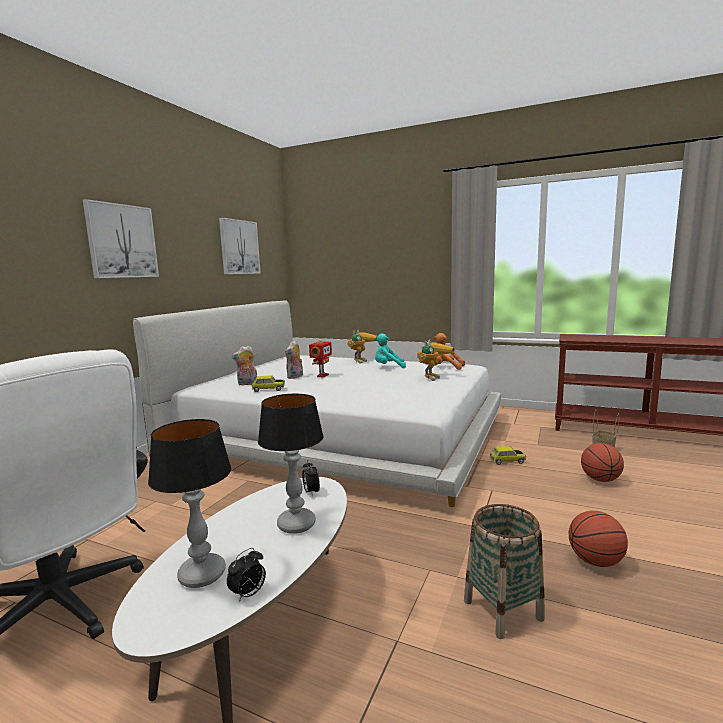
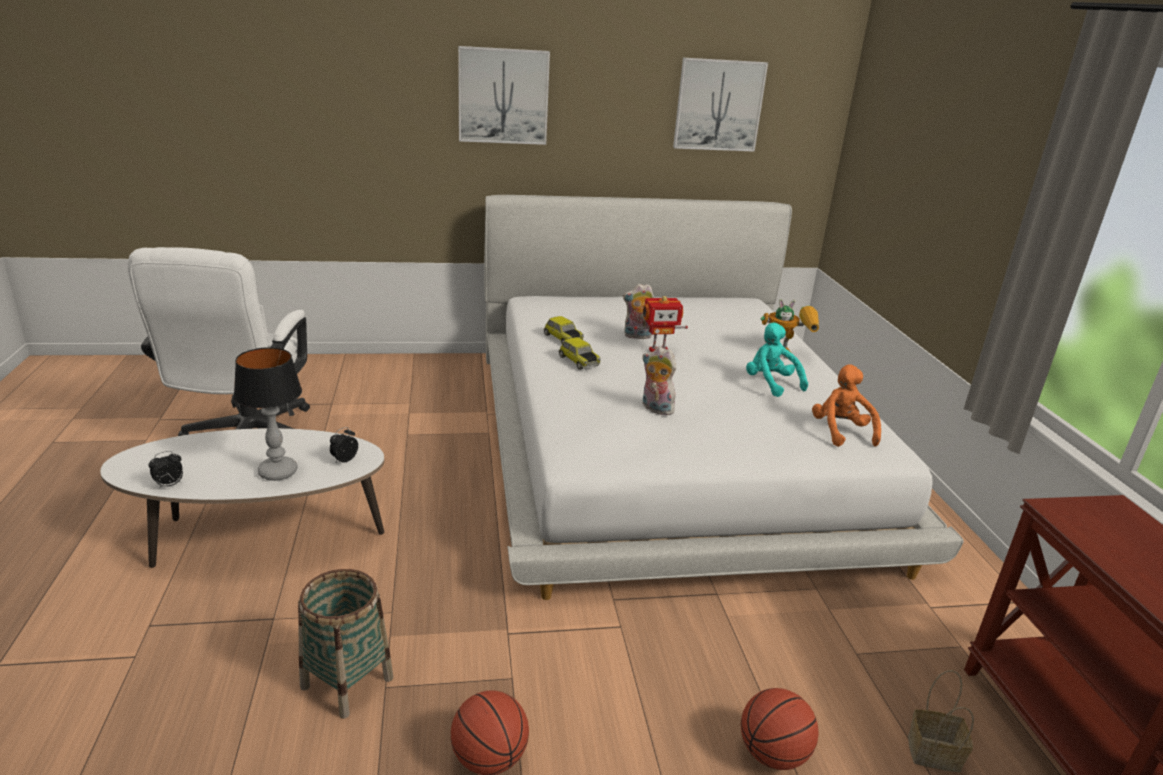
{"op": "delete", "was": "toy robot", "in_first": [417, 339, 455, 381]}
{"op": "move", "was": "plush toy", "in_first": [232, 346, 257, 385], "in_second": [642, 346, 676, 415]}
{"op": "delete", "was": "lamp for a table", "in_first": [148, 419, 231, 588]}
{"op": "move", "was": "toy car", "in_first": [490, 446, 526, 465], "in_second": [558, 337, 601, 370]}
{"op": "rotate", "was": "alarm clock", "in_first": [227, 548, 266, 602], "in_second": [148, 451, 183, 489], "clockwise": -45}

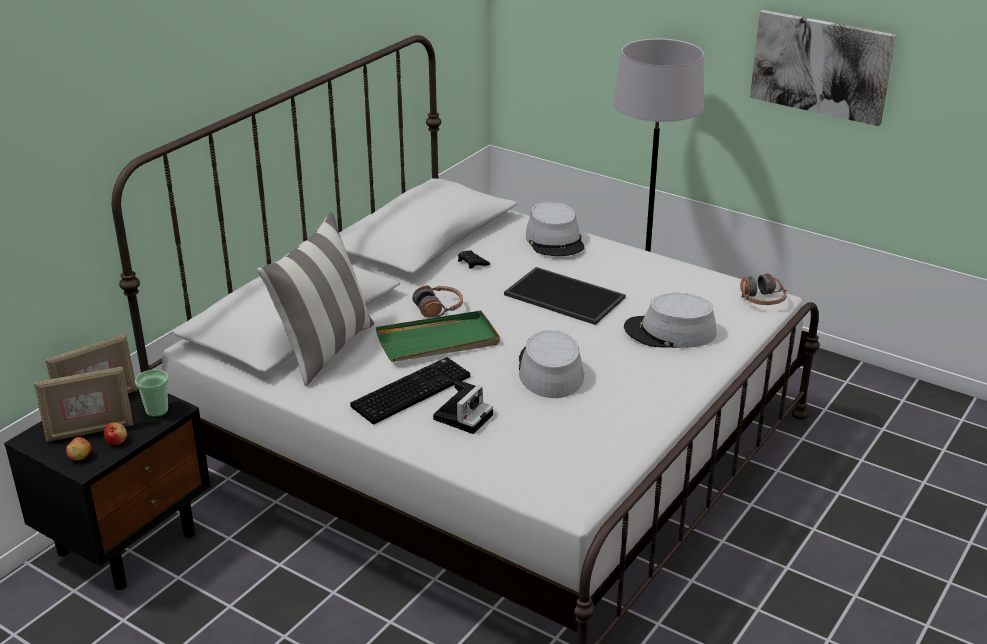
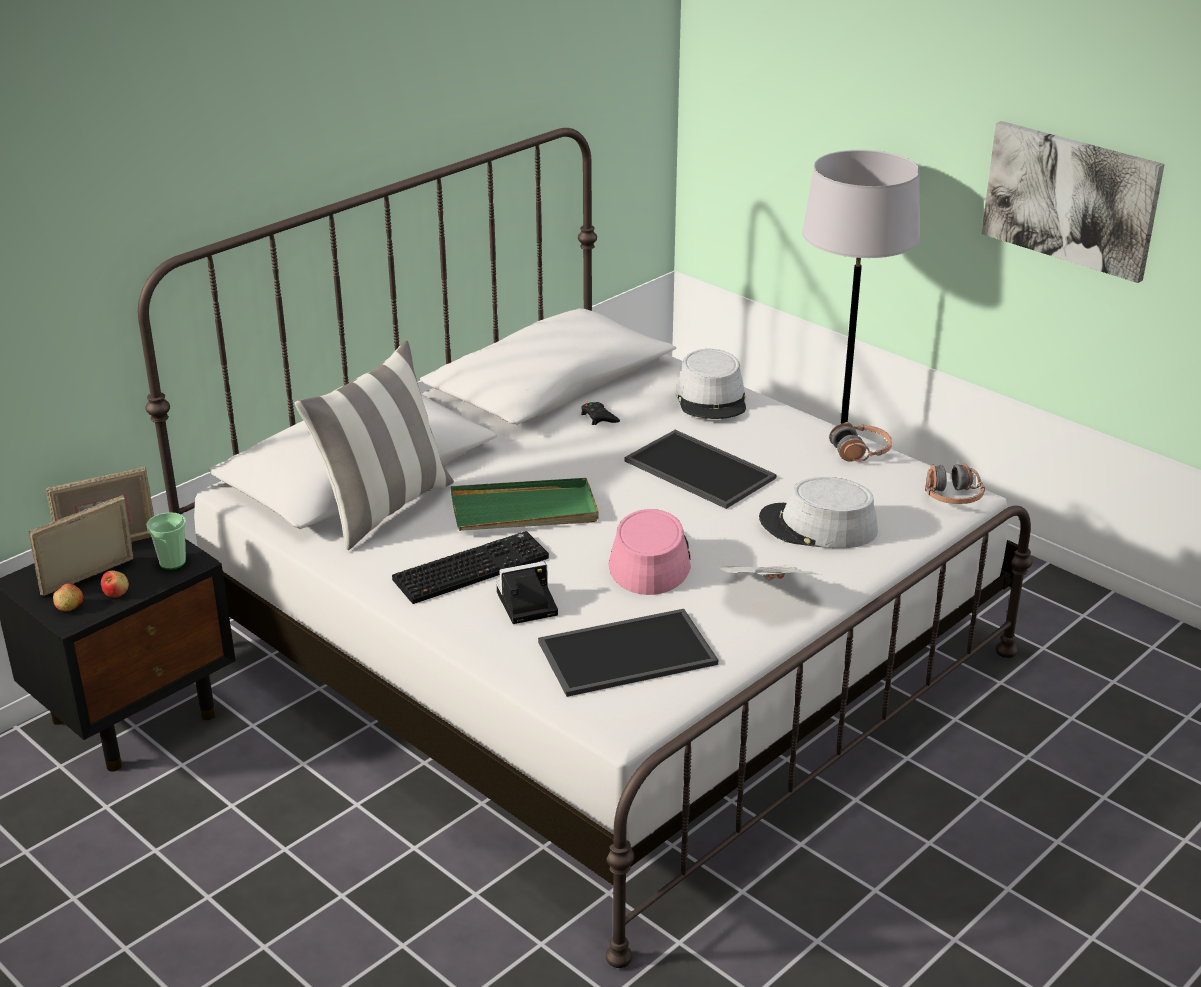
{"op": "move", "was": "pair of headphones", "in_first": [412, 285, 463, 317], "in_second": [829, 422, 892, 462]}
{"op": "recolor", "was": "grey hat", "now": "pink hat", "in_first": [519, 330, 584, 398], "in_second": [608, 509, 691, 595]}
{"op": "rotate", "was": "standing frame", "in_first": [34, 366, 133, 442], "in_second": [28, 495, 133, 596], "clockwise": 150}
{"op": "rotate", "was": "still camera", "in_first": [433, 380, 493, 434], "in_second": [496, 561, 558, 624], "clockwise": -150}
{"op": "insert", "now": "newspaper", "in_second": [718, 565, 821, 581]}
{"op": "insert", "now": "serving tray", "in_second": [538, 609, 718, 697]}

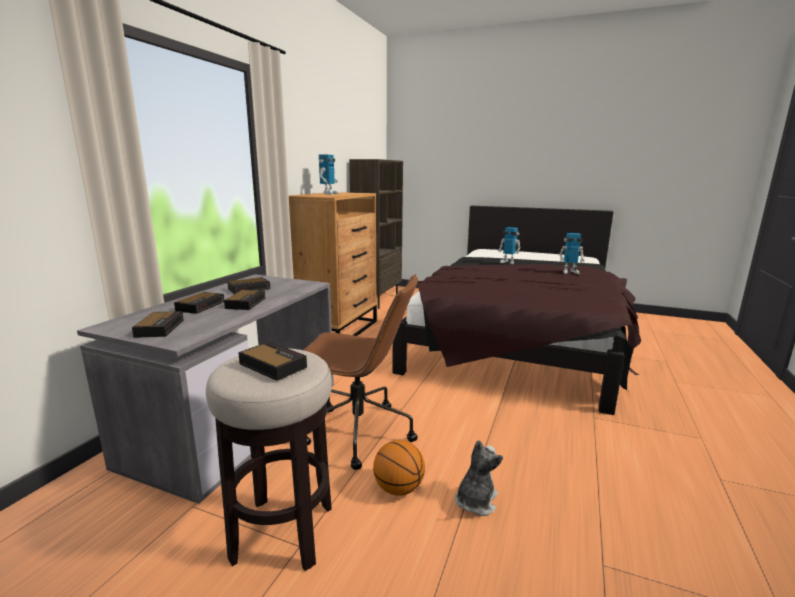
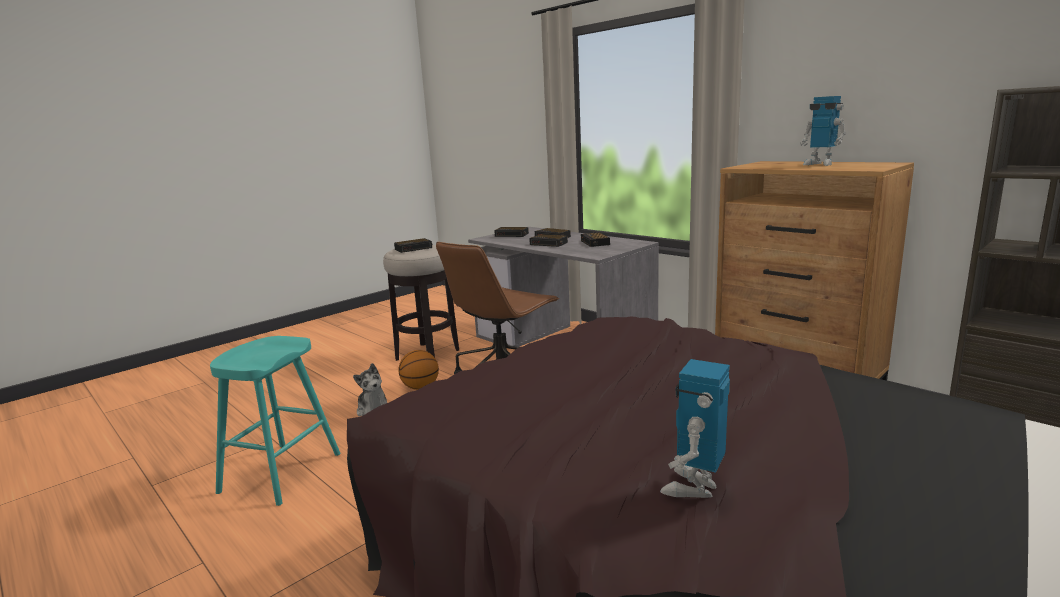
{"op": "delete", "was": "toy robot", "in_first": [498, 227, 521, 264]}
{"op": "insert", "now": "blue-green stool seat", "in_second": [210, 336, 340, 506]}

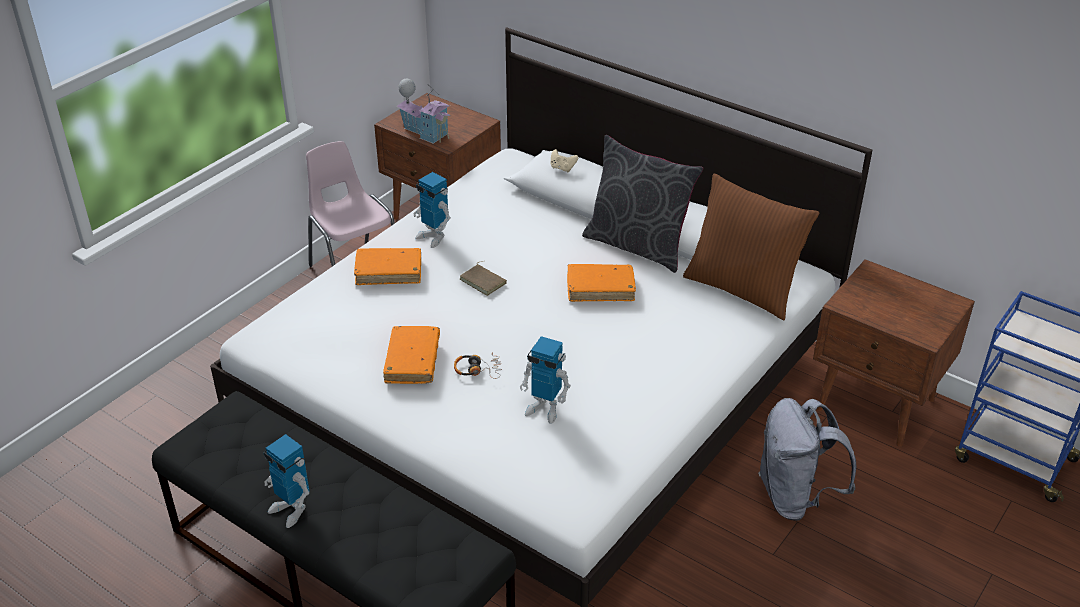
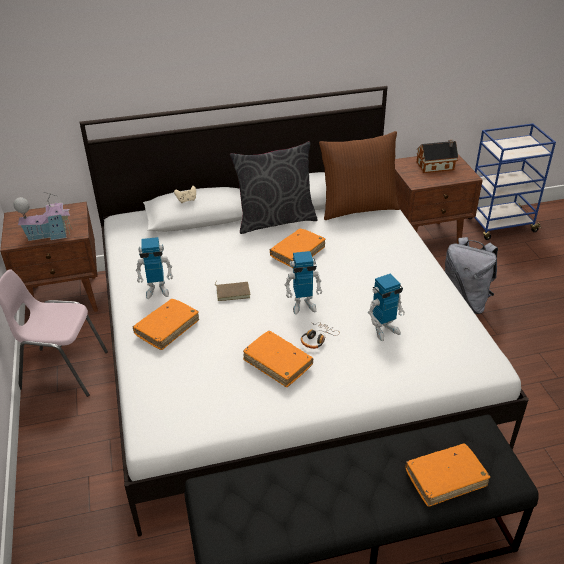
{"op": "move", "was": "toy robot", "in_first": [263, 434, 310, 528], "in_second": [285, 251, 323, 315]}
{"op": "insert", "now": "toy house", "in_second": [416, 140, 459, 173]}
{"op": "insert", "now": "orange bound book", "in_second": [405, 444, 490, 507]}

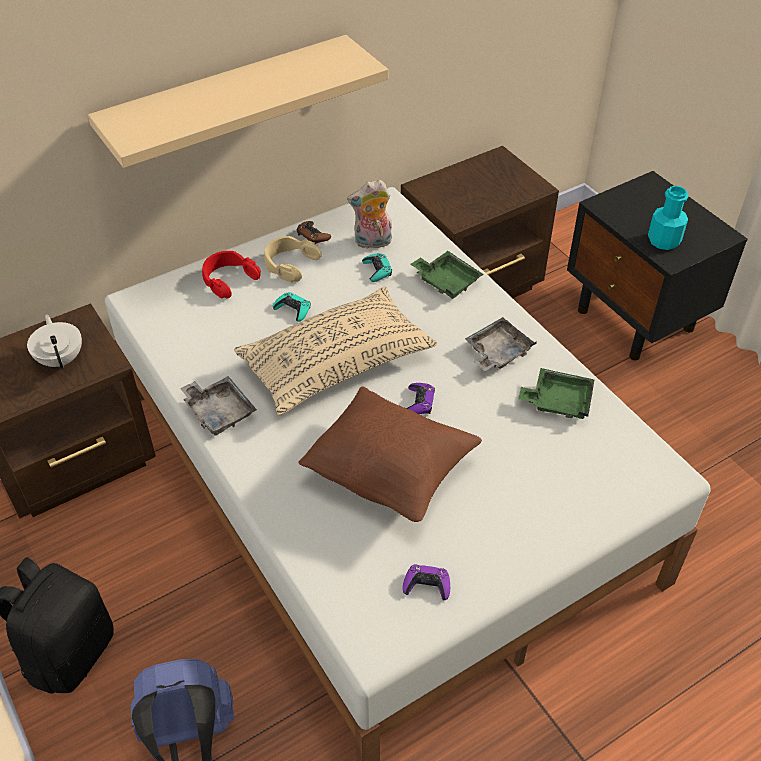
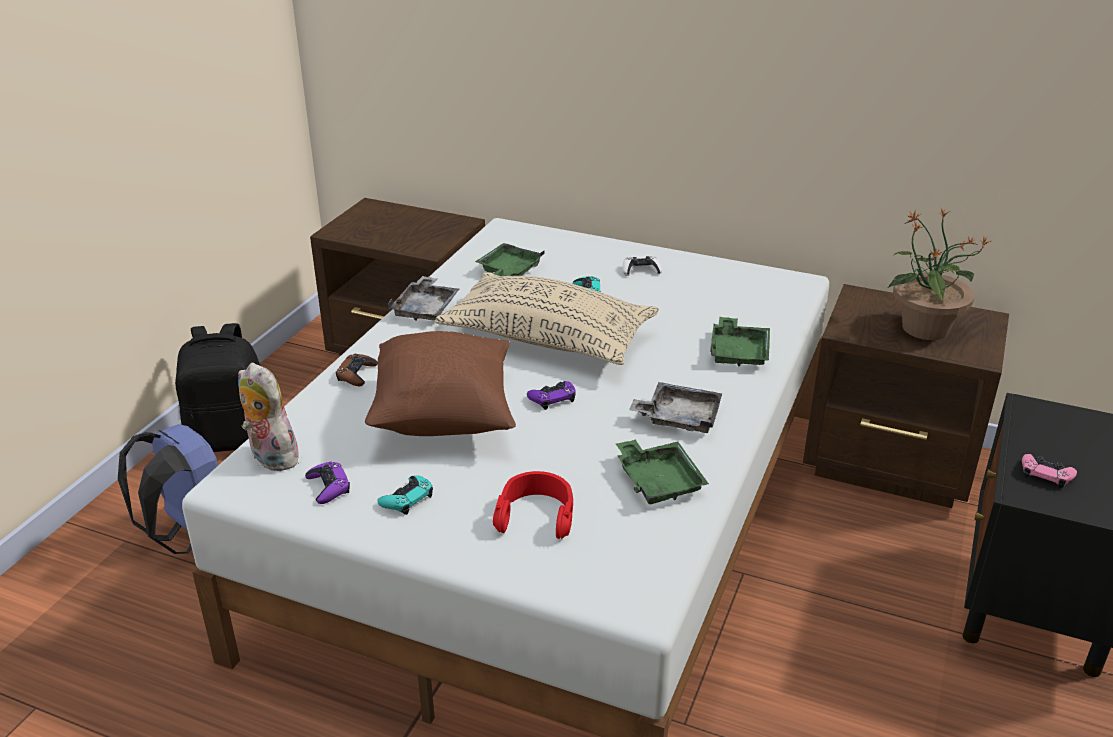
{"op": "delete", "was": "beige-coloured wall shelf", "in_first": [88, 35, 388, 168]}
{"op": "move", "was": "plush toy", "in_first": [347, 180, 392, 249], "in_second": [238, 363, 304, 471]}
{"op": "replace", "was": "blue-green drink bottle", "now": "pink gamepad", "in_first": [648, 186, 689, 250], "in_second": [1022, 454, 1077, 489]}
{"op": "move", "was": "brown gamepad", "in_first": [297, 221, 331, 244], "in_second": [336, 353, 378, 386]}
{"op": "replace", "was": "beige-coloured pair of headphones", "now": "white gamepad", "in_first": [264, 236, 322, 283], "in_second": [623, 256, 662, 276]}
{"op": "move", "was": "reddish pair of headphones", "in_first": [202, 251, 261, 299], "in_second": [493, 471, 573, 539]}
{"op": "move", "was": "blue-green gamepad", "in_first": [362, 253, 392, 282], "in_second": [377, 475, 433, 515]}
{"op": "delete", "was": "white pot for tea", "in_first": [27, 314, 82, 370]}
{"op": "insert", "now": "potted plant", "in_second": [888, 208, 991, 340]}
{"op": "insert", "now": "green serving tray", "in_second": [475, 243, 545, 276]}

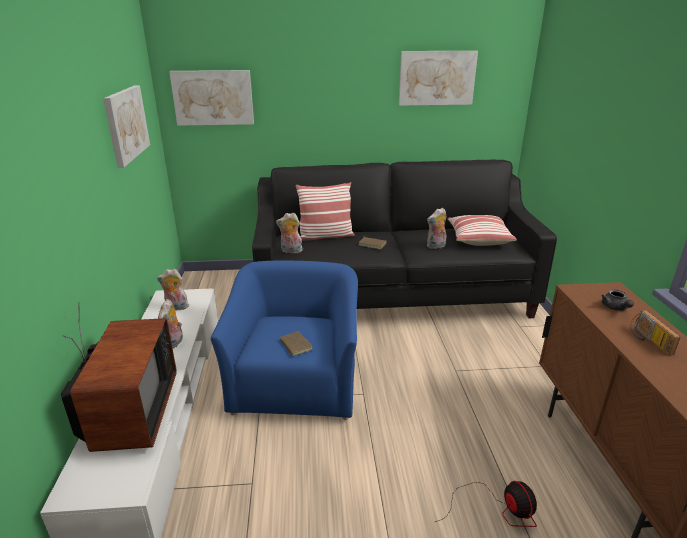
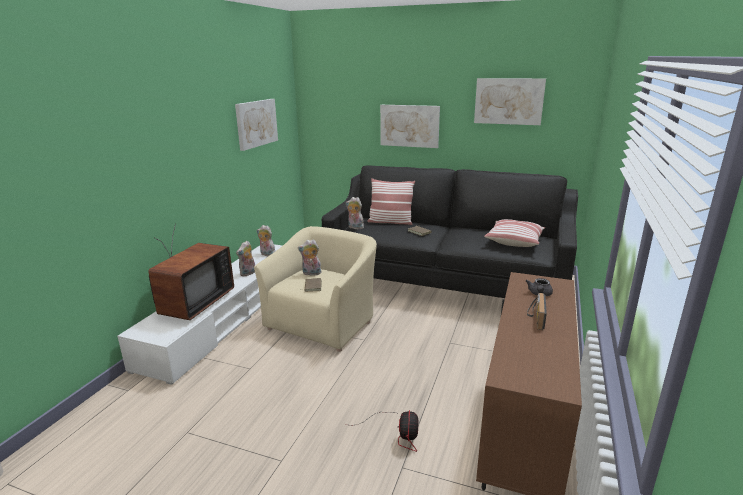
{"op": "move", "was": "wall picture", "in_first": [169, 70, 254, 126], "in_second": [380, 105, 440, 148]}
{"op": "move", "was": "plush toy", "in_first": [427, 208, 446, 249], "in_second": [298, 239, 322, 276]}
{"op": "recolor", "was": "blue-coloured lounge chair", "now": "beige-coloured lounge chair", "in_first": [211, 261, 358, 420], "in_second": [254, 226, 377, 352]}

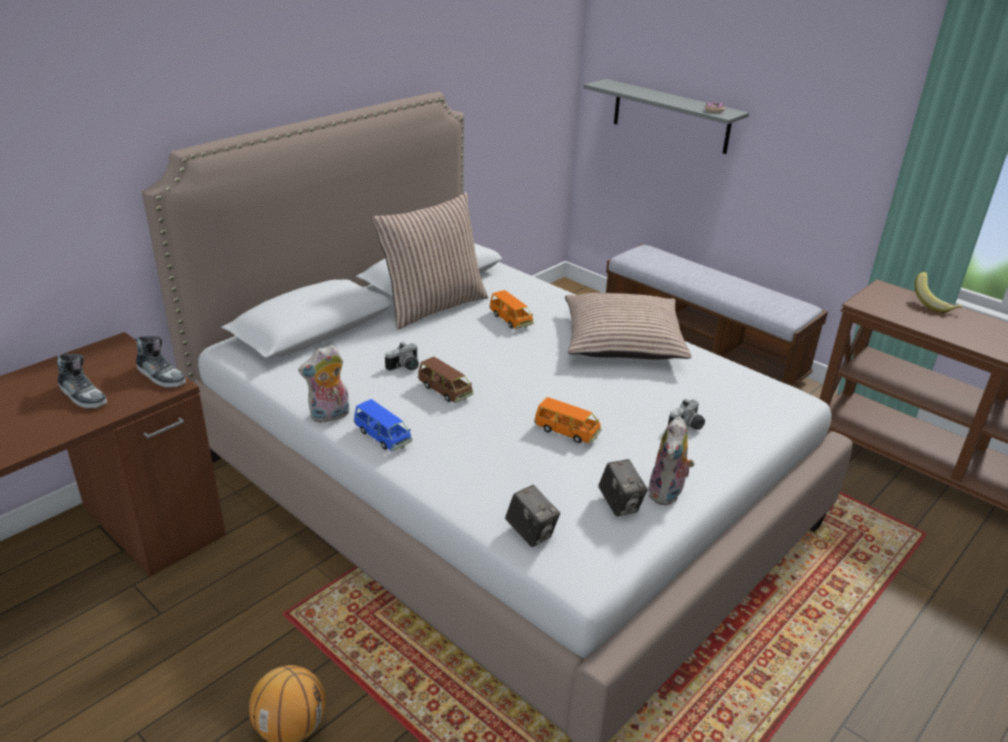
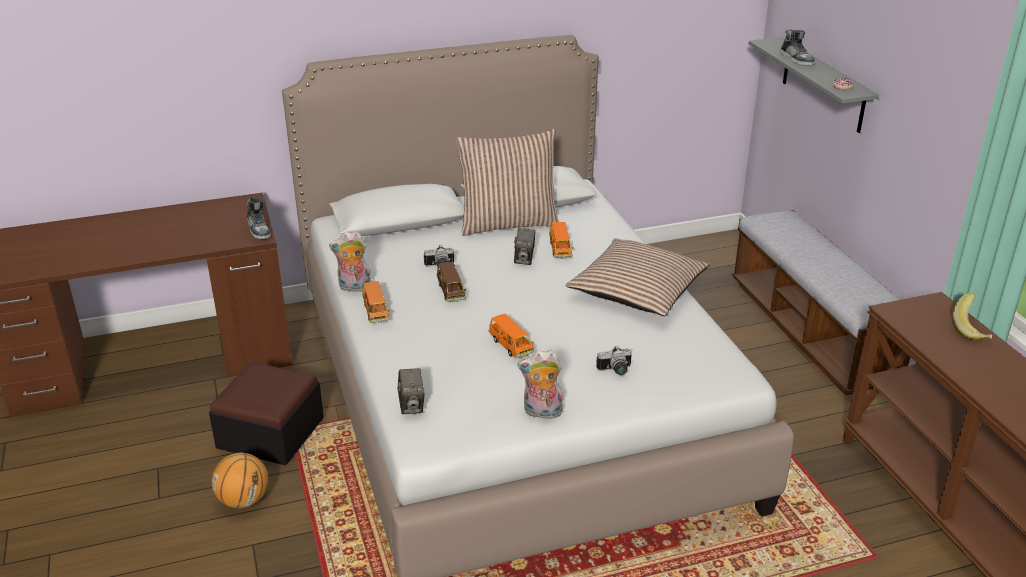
{"op": "move", "was": "low shoe", "in_first": [57, 354, 107, 409], "in_second": [780, 30, 815, 65]}
{"op": "recolor", "was": "blue-coloured toy car", "now": "orange toy car", "in_first": [354, 399, 412, 451], "in_second": [362, 281, 390, 323]}
{"op": "rotate", "was": "plush toy", "in_first": [648, 416, 695, 506], "in_second": [517, 350, 563, 419], "clockwise": 45}
{"op": "move", "was": "still camera", "in_first": [598, 459, 648, 517], "in_second": [514, 228, 536, 265]}
{"op": "insert", "now": "ottoman", "in_second": [209, 362, 324, 465]}

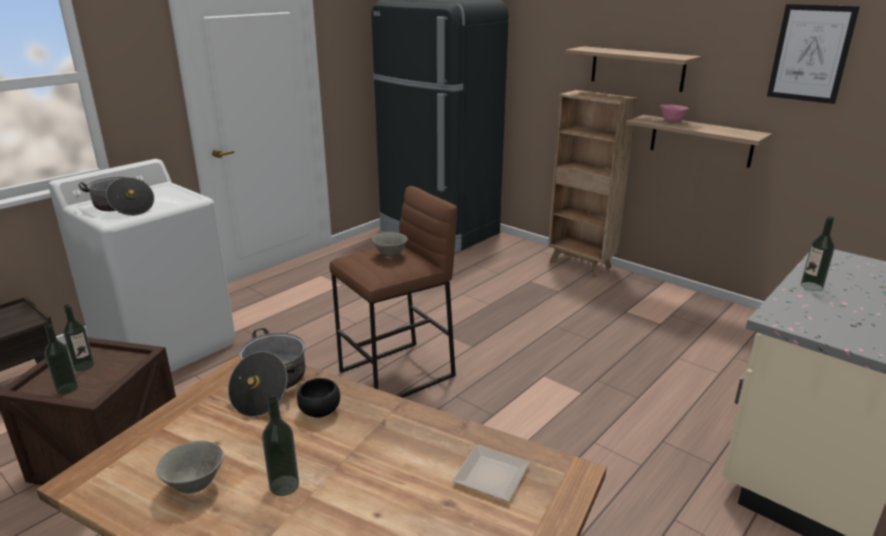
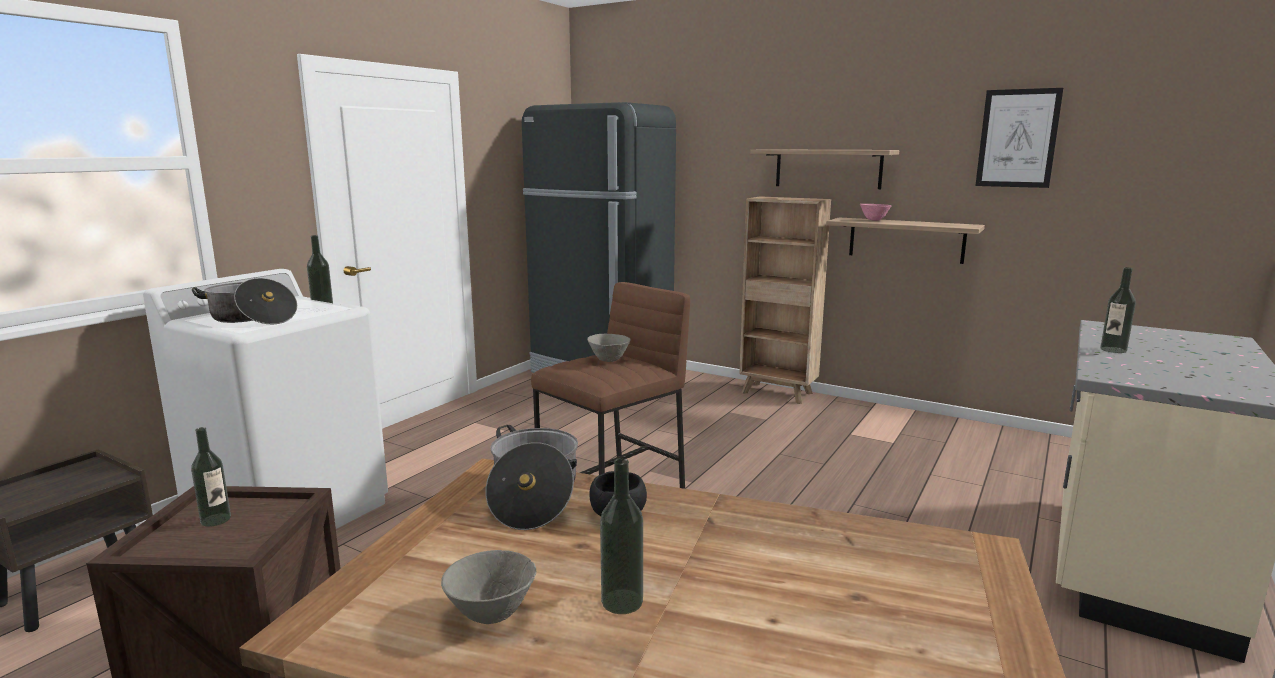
{"op": "move", "was": "drink bottle", "in_first": [44, 324, 78, 394], "in_second": [307, 235, 334, 311]}
{"op": "delete", "was": "dinner plate", "in_first": [452, 445, 530, 502]}

